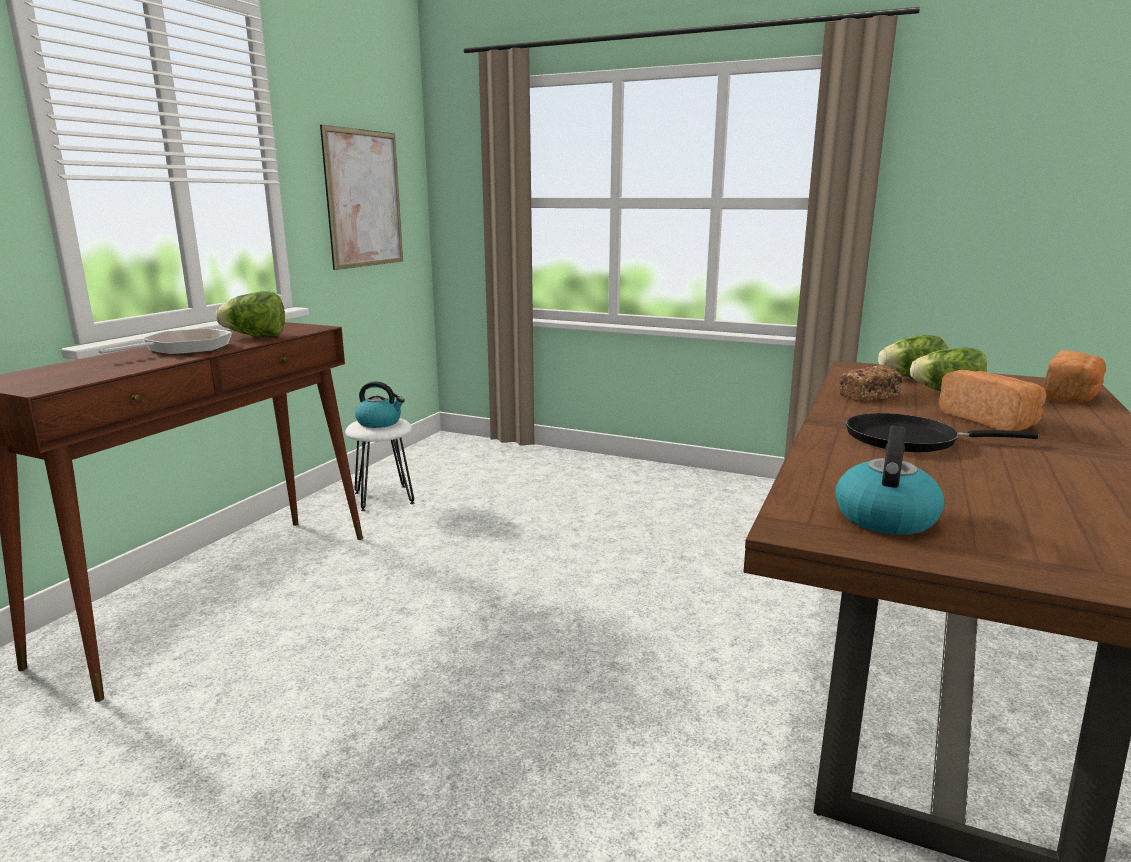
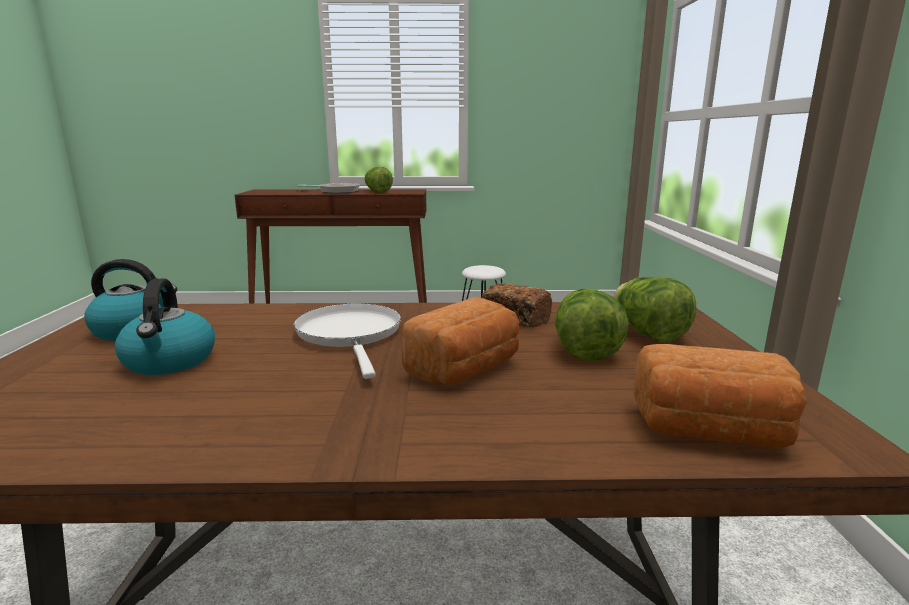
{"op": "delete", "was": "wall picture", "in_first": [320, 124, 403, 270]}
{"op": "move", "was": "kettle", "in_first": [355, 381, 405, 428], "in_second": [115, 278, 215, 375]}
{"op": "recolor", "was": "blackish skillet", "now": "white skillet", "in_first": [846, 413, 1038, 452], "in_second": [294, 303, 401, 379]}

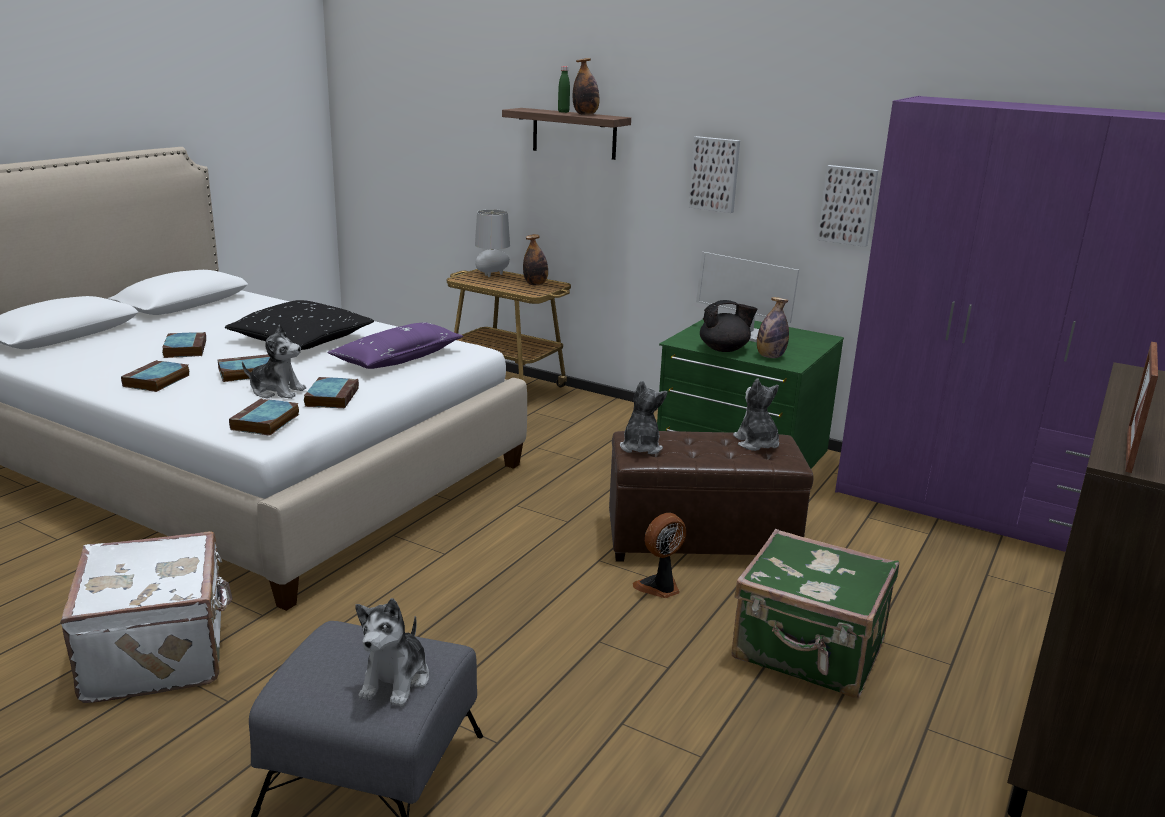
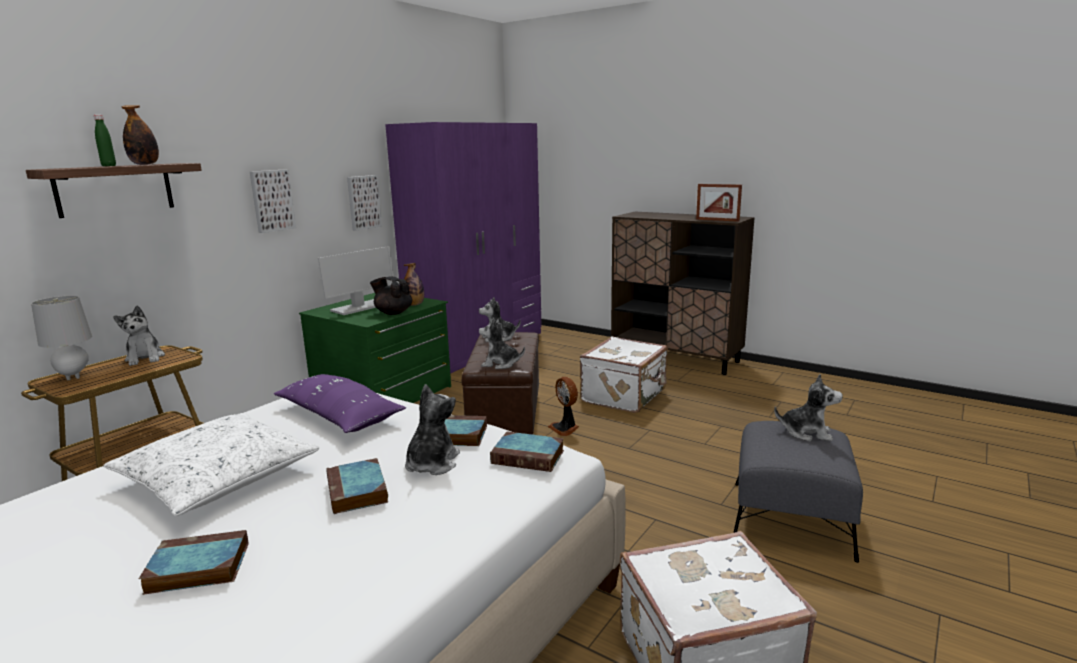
{"op": "replace", "was": "drink bottle", "now": "plush toy", "in_first": [523, 234, 548, 285], "in_second": [113, 306, 165, 366]}
{"op": "recolor", "was": "blackish cushion", "now": "white cushion", "in_first": [225, 300, 374, 350], "in_second": [103, 413, 319, 516]}
{"op": "rotate", "was": "blackish pot for tea", "in_first": [700, 300, 757, 352], "in_second": [370, 276, 412, 315], "clockwise": -60}
{"op": "delete", "was": "bound book", "in_first": [121, 360, 189, 392]}
{"op": "recolor", "was": "green piece of luggage", "now": "white piece of luggage", "in_first": [732, 529, 899, 698], "in_second": [580, 336, 668, 413]}

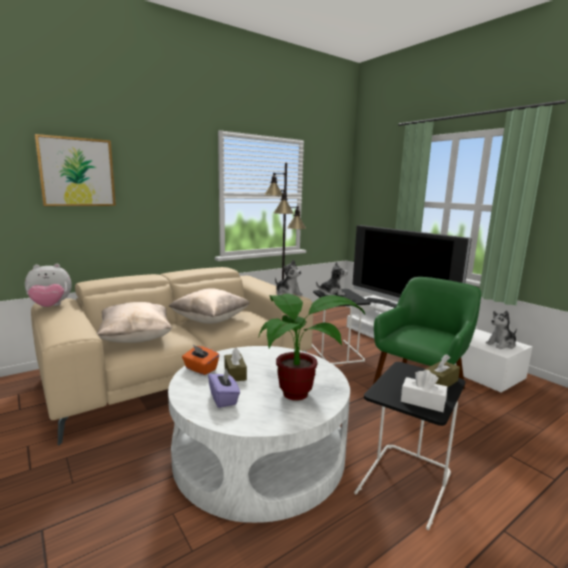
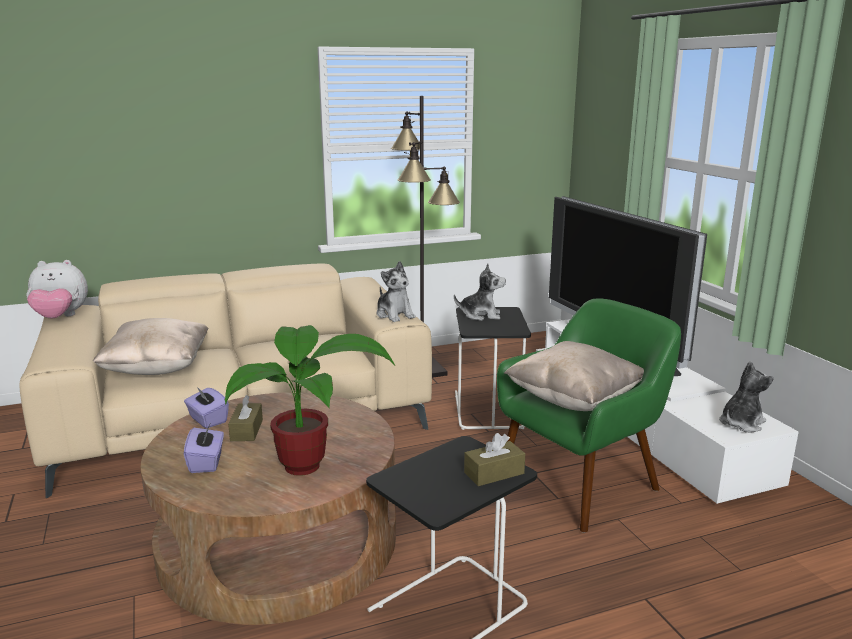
{"op": "delete", "was": "wall picture", "in_first": [34, 134, 116, 206]}
{"op": "move", "was": "beige-coloured cushion", "in_first": [168, 288, 250, 324], "in_second": [504, 341, 644, 411]}
{"op": "rotate", "was": "plush toy", "in_first": [486, 310, 517, 349], "in_second": [719, 361, 774, 432], "clockwise": 150}
{"op": "recolor", "was": "orange tissue holder", "now": "purplish tissue holder", "in_first": [182, 345, 219, 375], "in_second": [184, 387, 229, 428]}
{"op": "recolor", "was": "white lounge table", "now": "brown lounge table", "in_first": [168, 346, 350, 523], "in_second": [140, 392, 396, 625]}
{"op": "delete", "was": "white tissue holder", "in_first": [401, 370, 447, 412]}

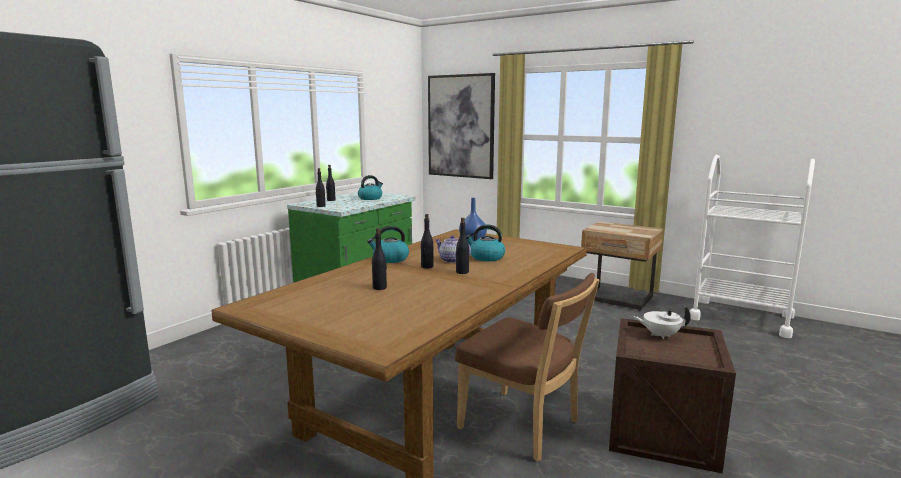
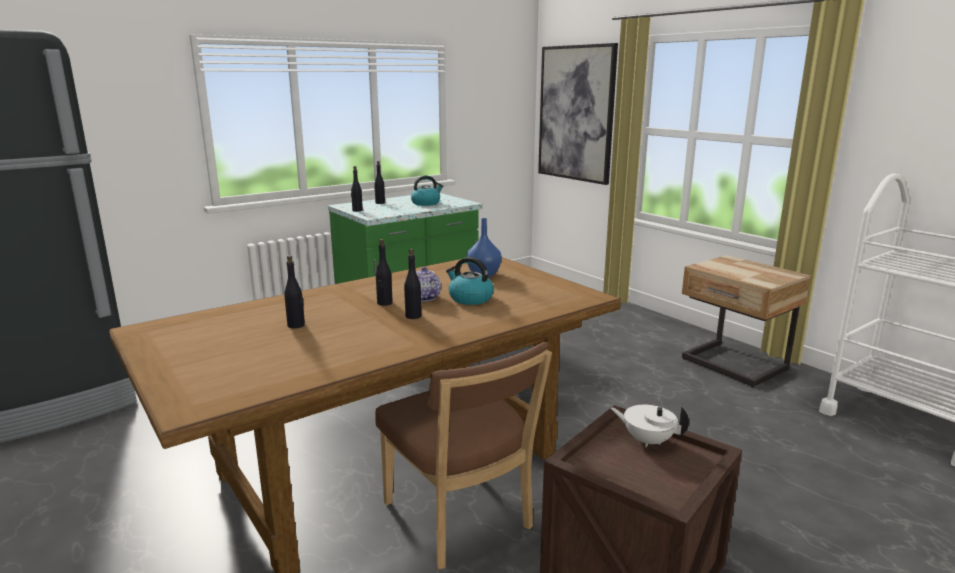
{"op": "delete", "was": "kettle", "in_first": [367, 226, 409, 263]}

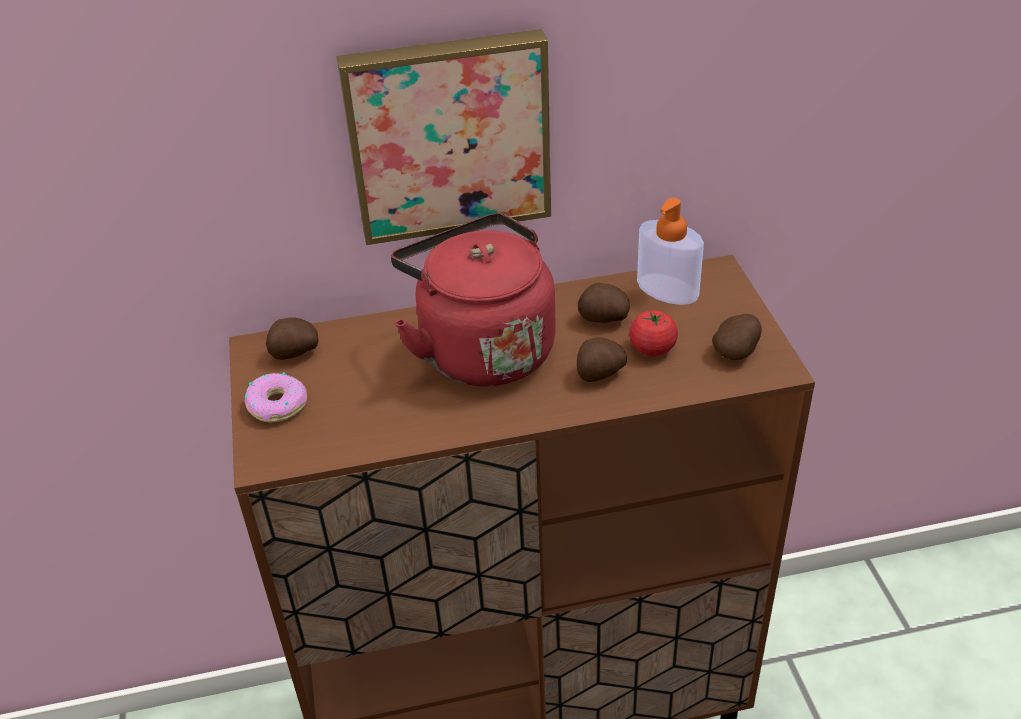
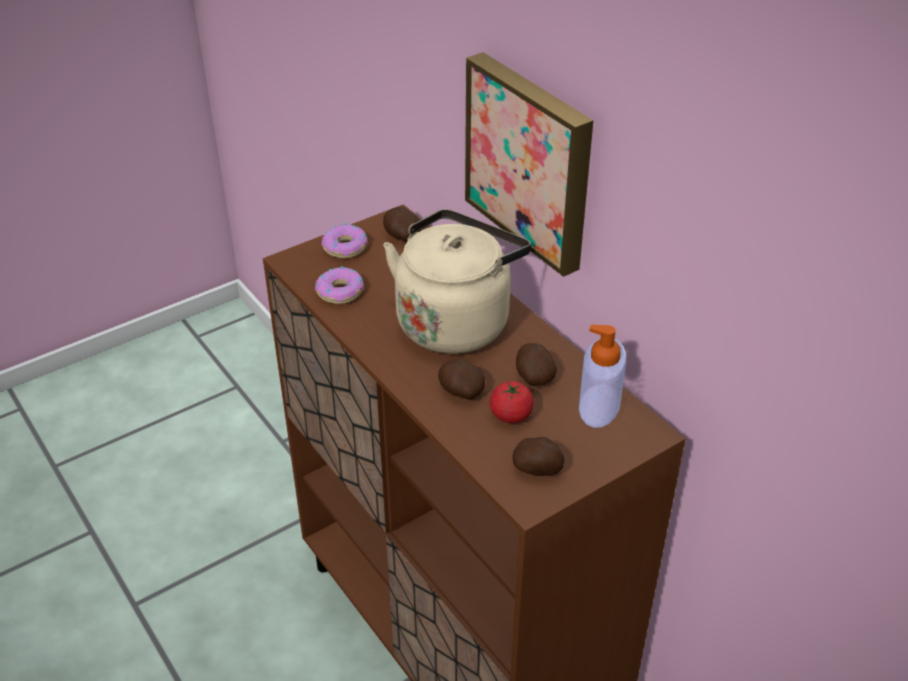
{"op": "recolor", "was": "reddish kettle", "now": "beige-coloured kettle", "in_first": [391, 213, 556, 386], "in_second": [383, 209, 531, 354]}
{"op": "insert", "now": "donut", "in_second": [315, 266, 364, 304]}

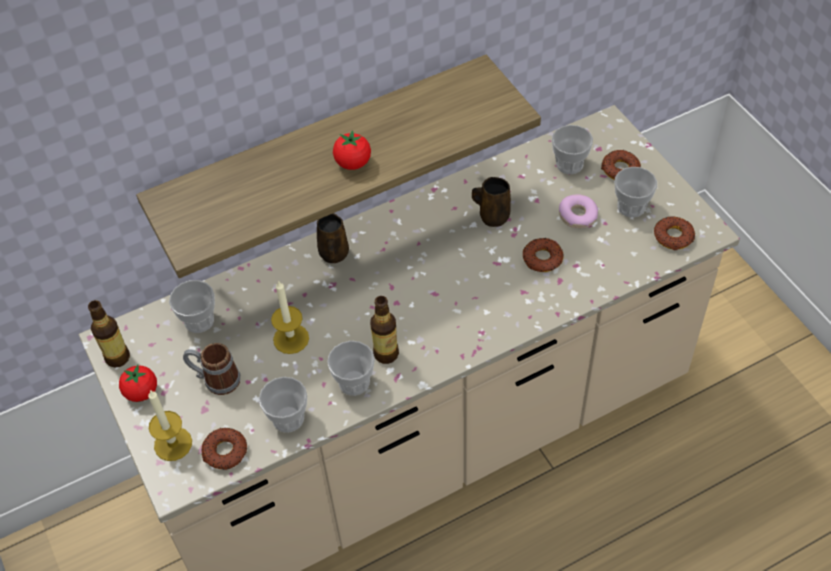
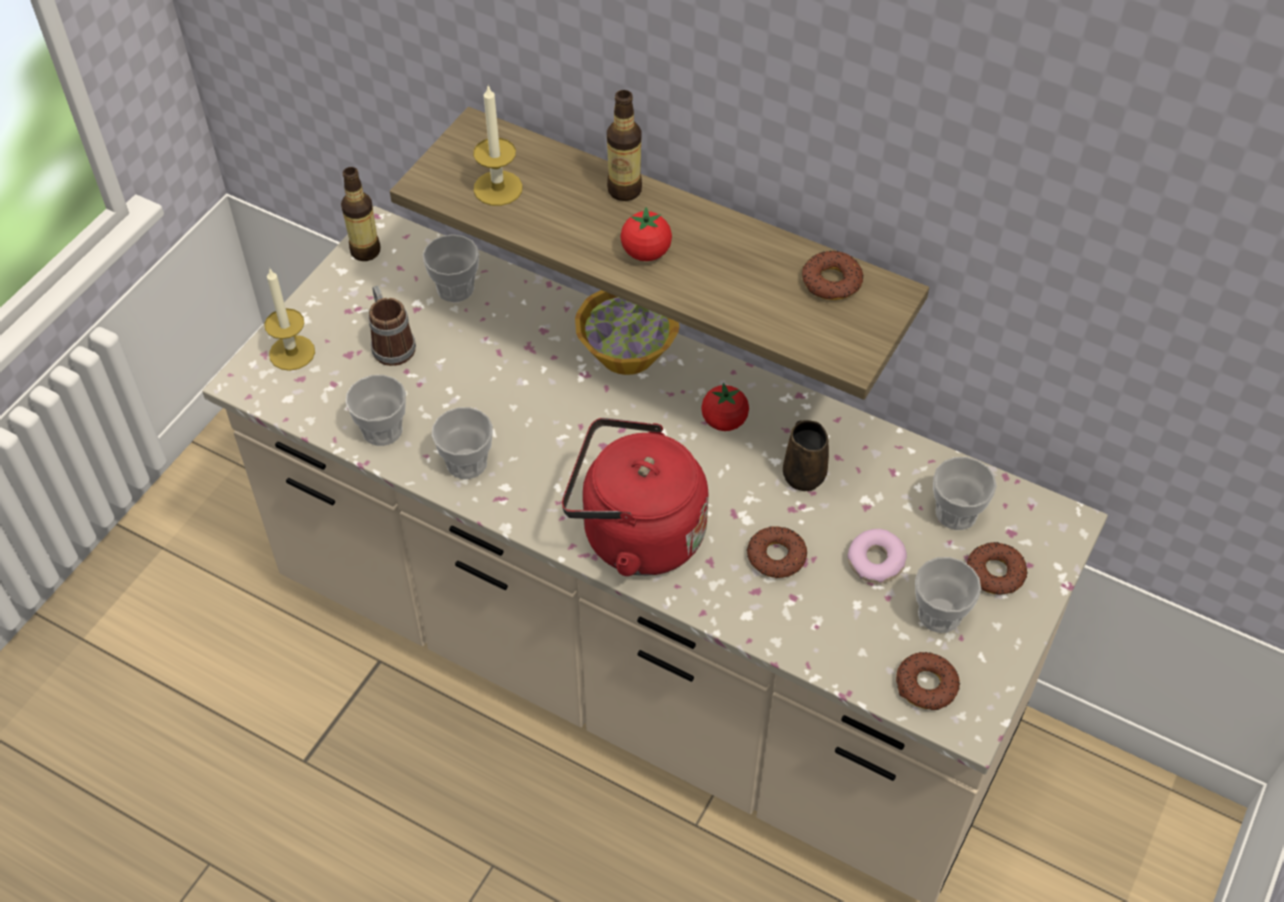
{"op": "replace", "was": "brown mug", "now": "deep dish", "in_first": [317, 213, 349, 263], "in_second": [575, 290, 679, 375]}
{"op": "move", "was": "wax candle", "in_first": [271, 280, 309, 354], "in_second": [473, 86, 523, 206]}
{"op": "move", "was": "drink bottle", "in_first": [370, 296, 399, 364], "in_second": [607, 90, 642, 201]}
{"op": "move", "was": "whole tomato", "in_first": [119, 365, 157, 402], "in_second": [701, 383, 749, 431]}
{"op": "move", "was": "donut", "in_first": [201, 428, 247, 470], "in_second": [802, 251, 864, 300]}
{"op": "insert", "now": "reddish kettle", "in_second": [562, 418, 709, 576]}

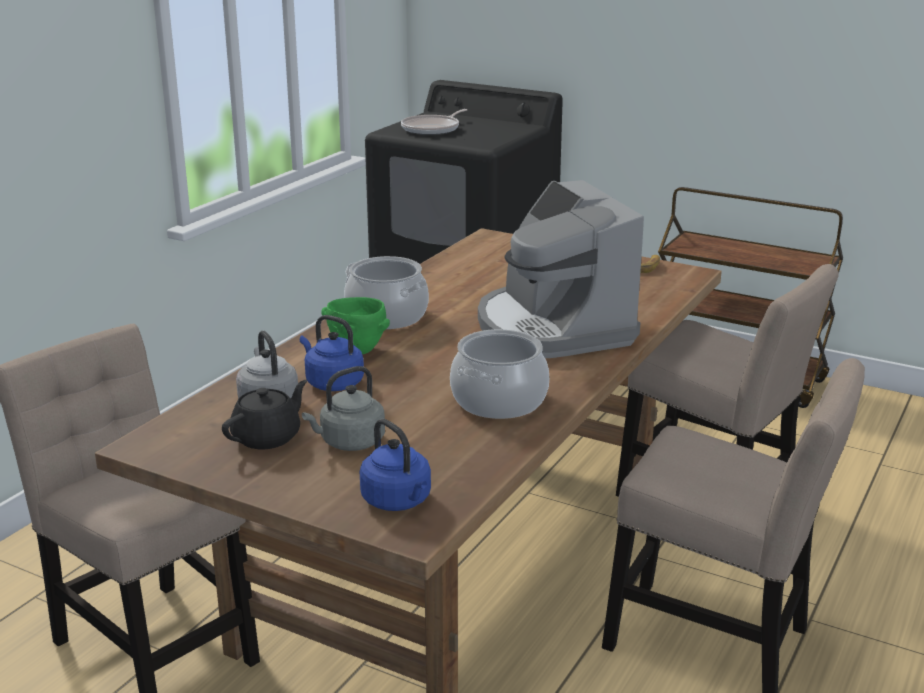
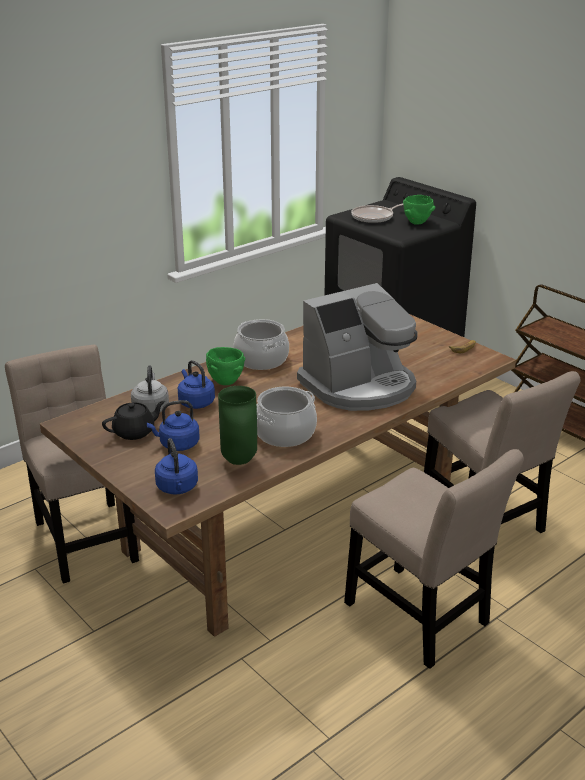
{"op": "rotate", "was": "coffee maker", "in_first": [478, 180, 644, 358], "in_second": [297, 283, 418, 411], "clockwise": -120}
{"op": "recolor", "was": "grey kettle", "now": "blue-coloured kettle", "in_first": [302, 366, 385, 451], "in_second": [147, 400, 199, 451]}
{"op": "insert", "now": "green deep dish", "in_second": [403, 195, 435, 225]}
{"op": "insert", "now": "green decorative vase", "in_second": [218, 386, 257, 465]}

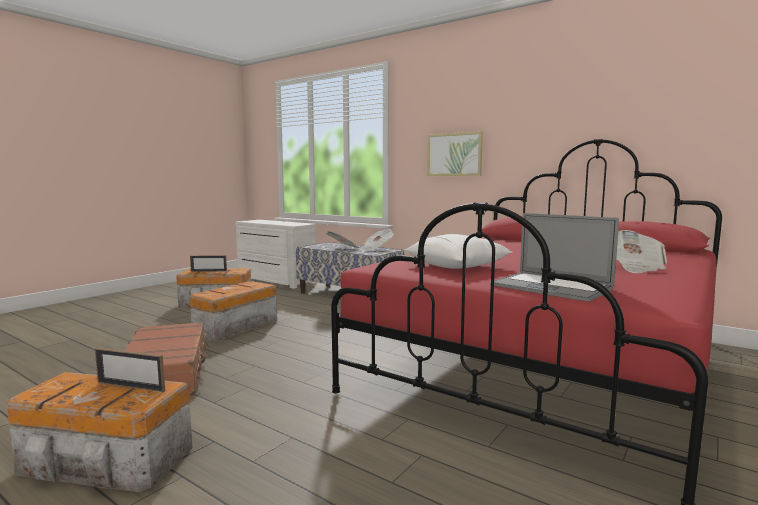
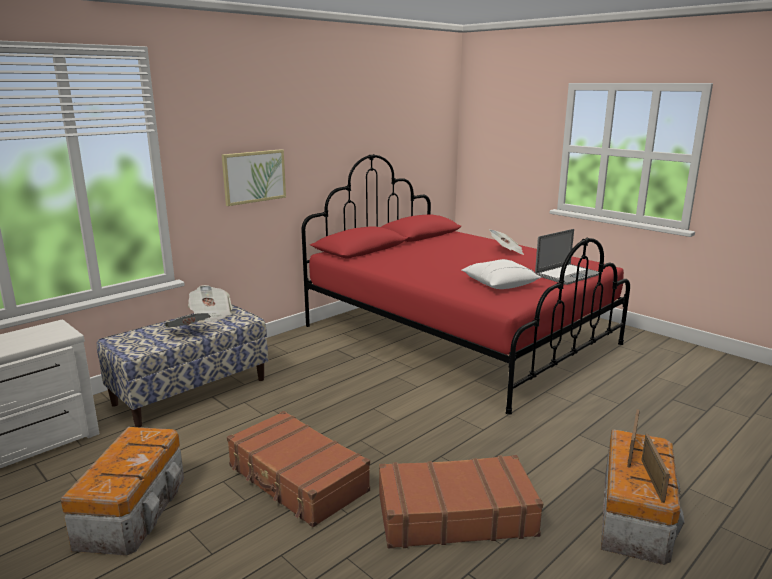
{"op": "move", "was": "standing frame", "in_first": [190, 255, 227, 272], "in_second": [641, 434, 670, 503]}
{"op": "replace", "was": "storage bin", "now": "brown piece of luggage", "in_first": [190, 281, 277, 342], "in_second": [227, 411, 370, 527]}

